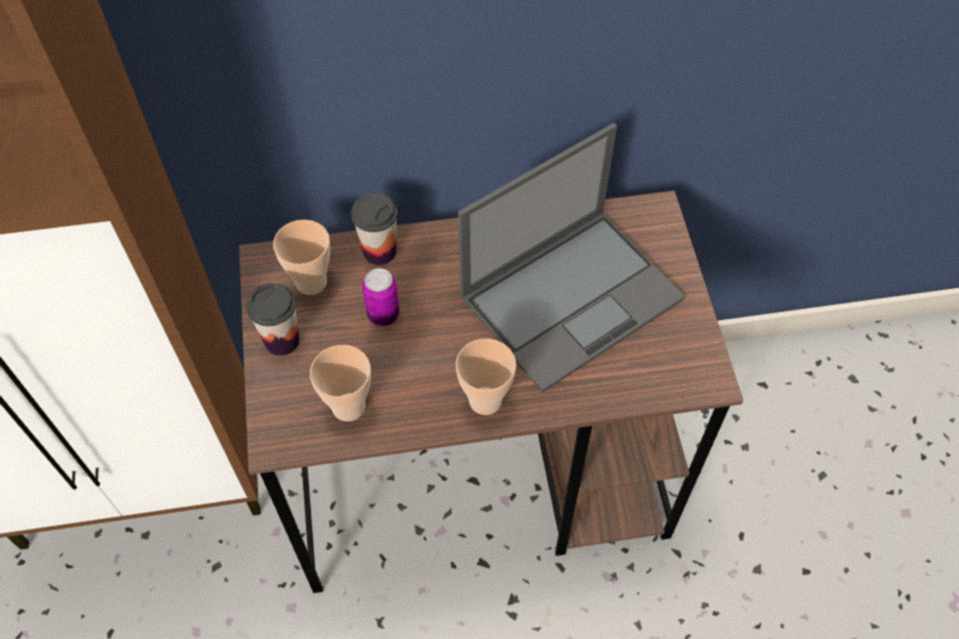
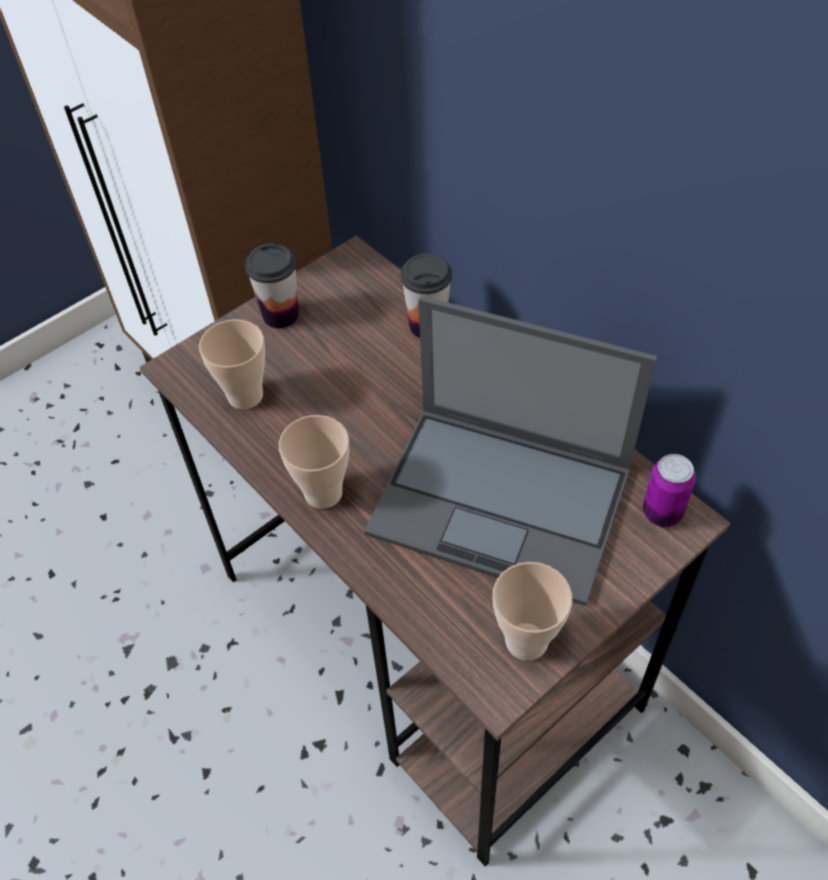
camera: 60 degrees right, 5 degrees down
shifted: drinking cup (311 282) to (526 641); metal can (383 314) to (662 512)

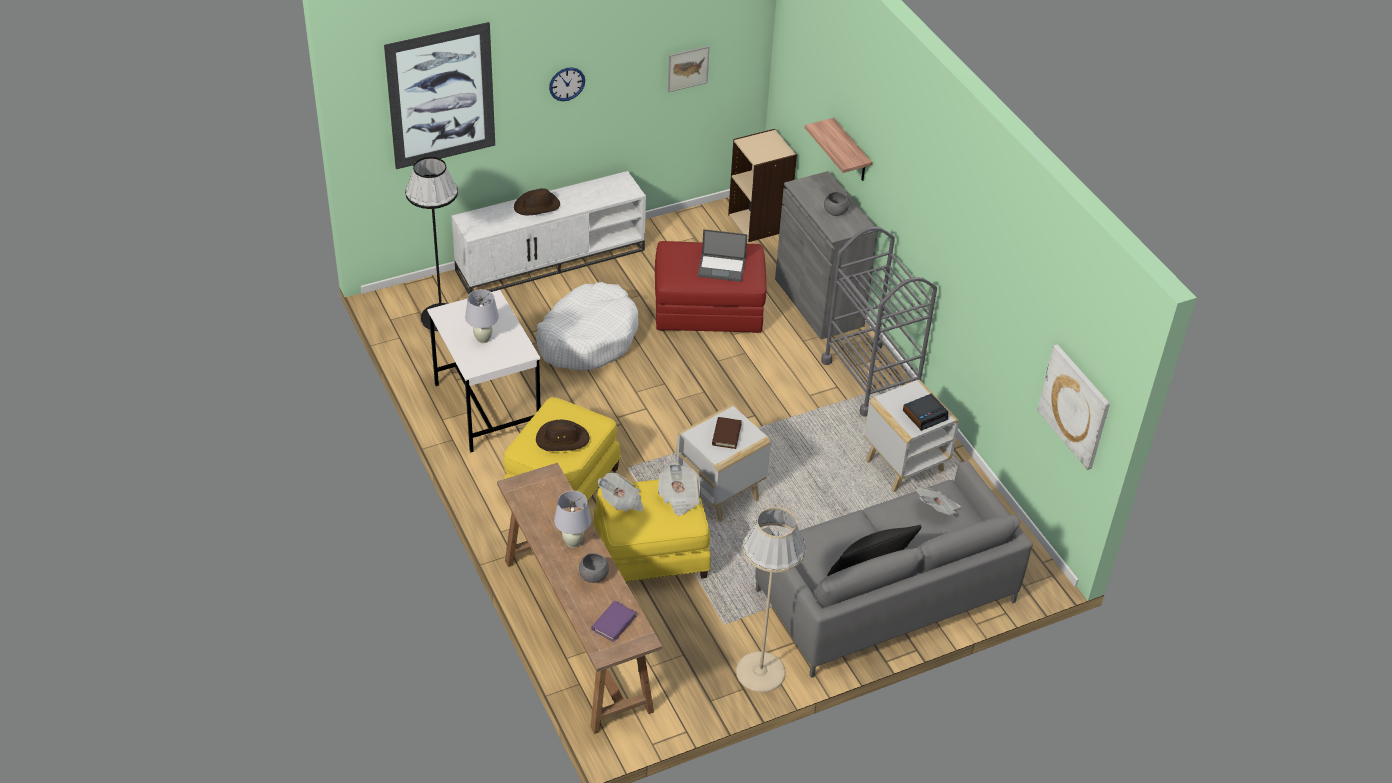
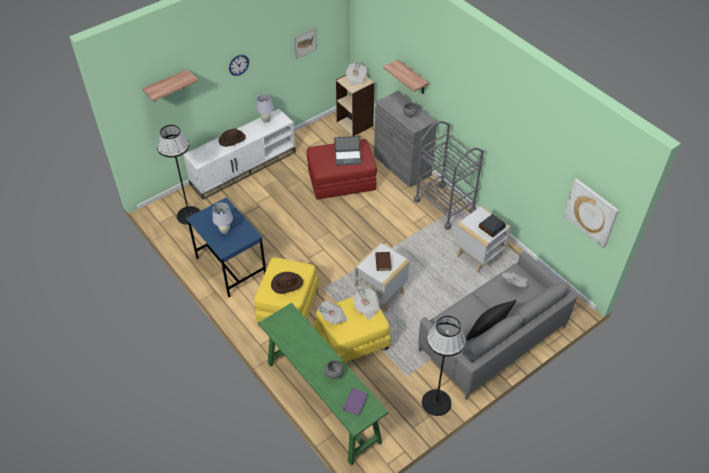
camera: 10 degrees left, 5 degrees up
gone: white-coloured dog bed (587 338)
new: newspaper (355 79)
shifted: white-coloured tabletop lamp (573 542) to (266 120)
swapped: wall art (441 96) to bracket shelf (166 86)
repainted: white-coloured desk (486 407) to blue-coloured desk (230 267); brown console table (576 633) to green console table (322 401); beige standard lamp (760 672) to black standard lamp (436 402)

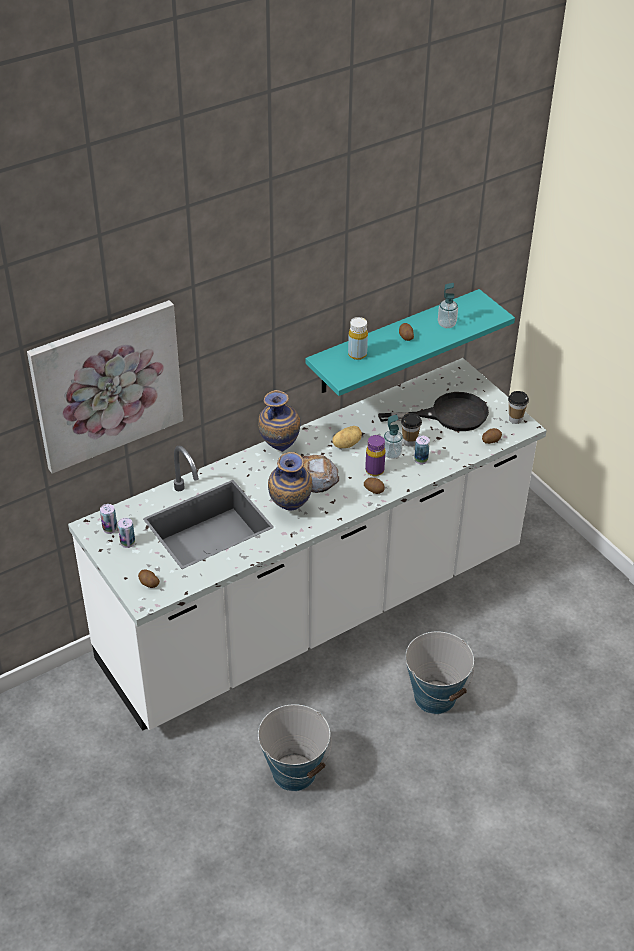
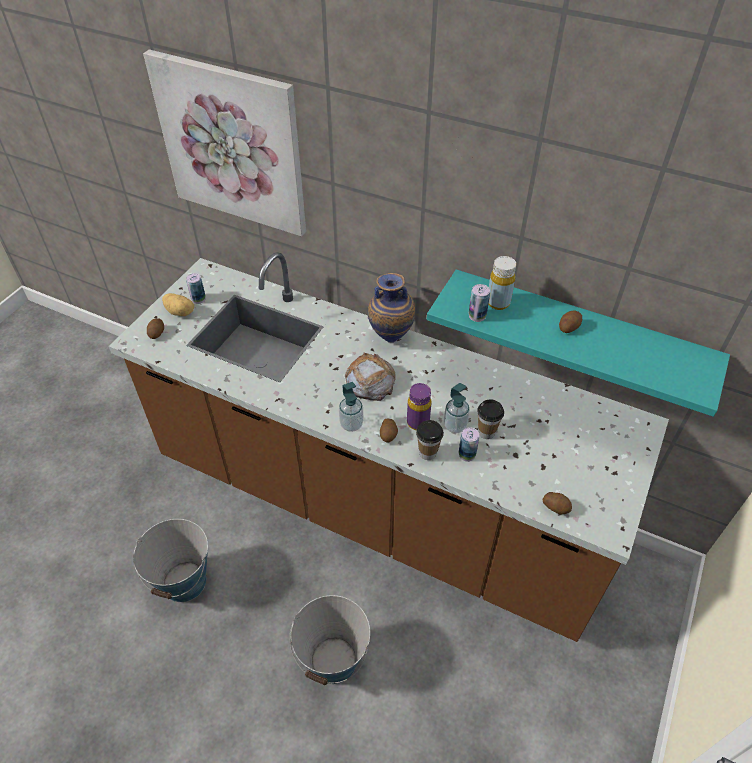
camera: 60 degrees right, 5 degrees up
gone: vase (289 510); black pan (448 415)
shifted: metal can (110 529) to (477 316); potato (346 444) to (180 312); soap dispenser (446 324) to (351 424); drinking cup (515 419) to (427 453)
repainted: white-coloured kitchen counter (315 608) to brown kitchen counter (376 504)

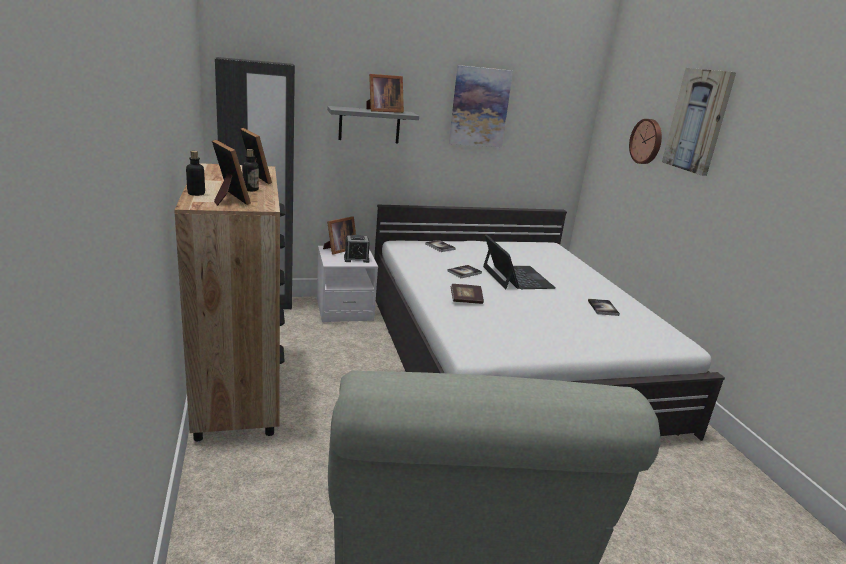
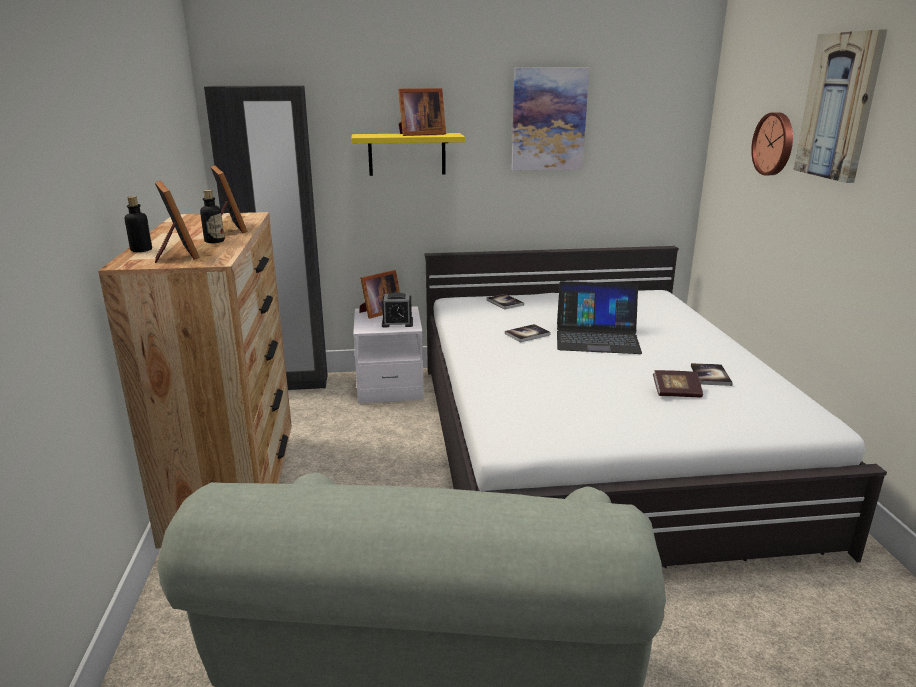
camera: 10 degrees right, 0 degrees up
shifted: book (466 300) to (676 393)
repainted: greyish bracket shelf (369 125) to yellow-coloured bracket shelf (407 154)
rotated: laptop (516 277) = (597 338) 105 degrees clockwise

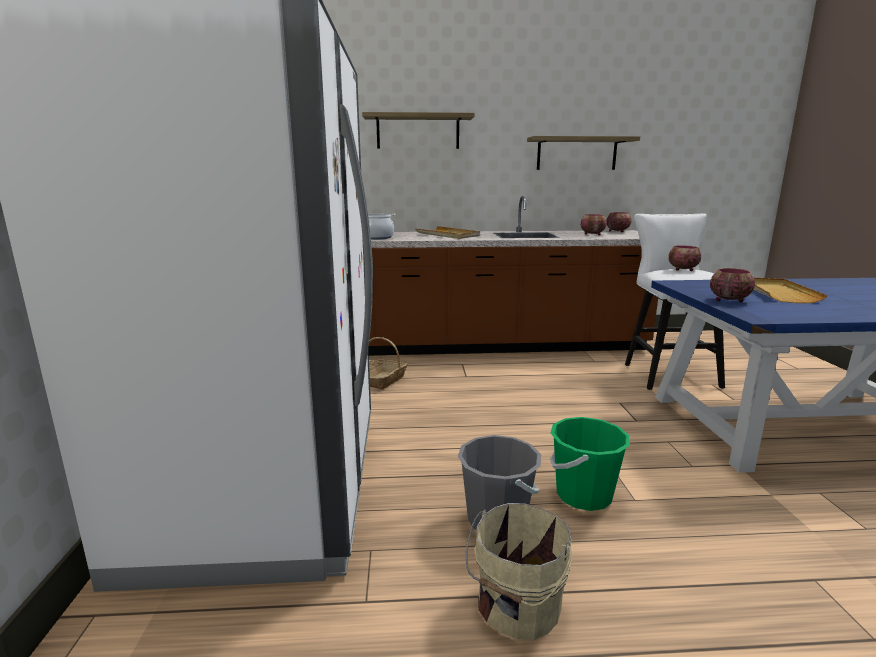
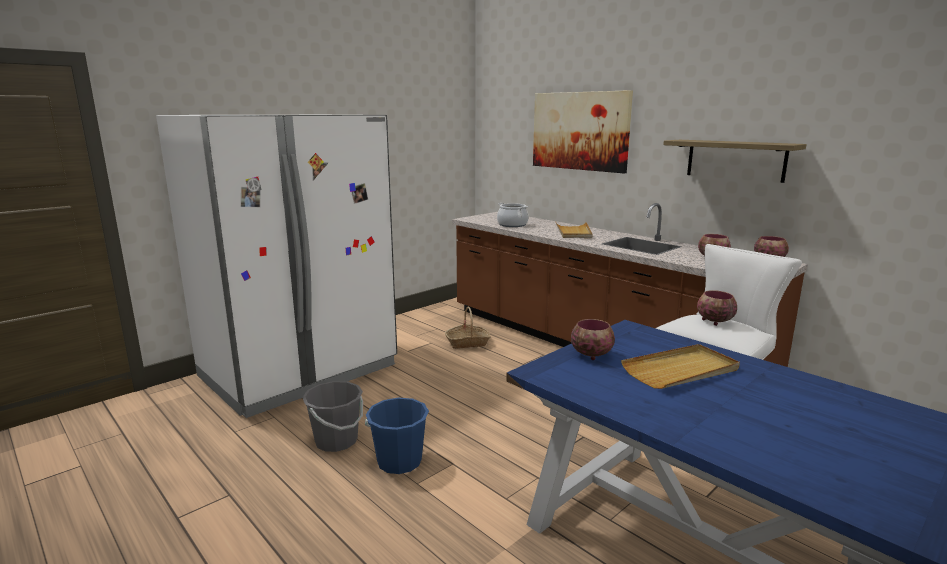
camera: 50 degrees right, 0 degrees up
gone: beige water bucket (516 607)
swapped: bracket shelf (418 132) to wall art (579 131)
repainted: green water bucket (583 495) to blue-coloured water bucket (399 461)

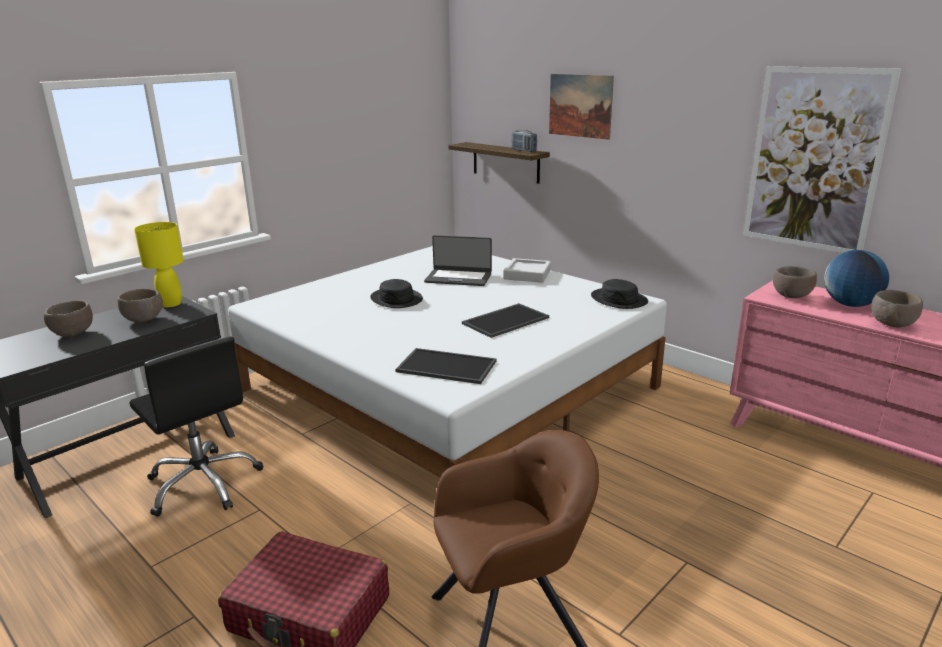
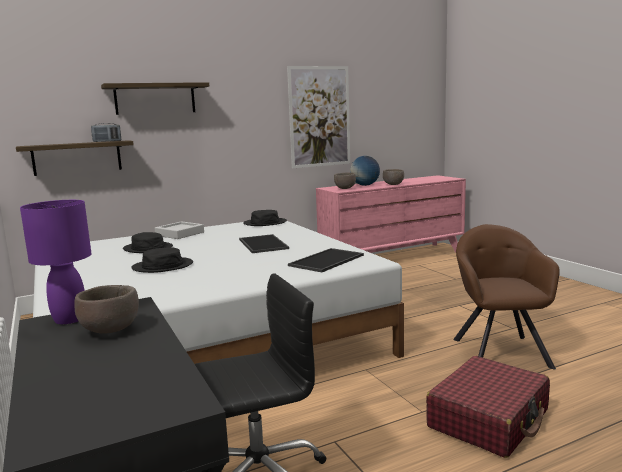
camera: 70 degrees left, 10 degrees down
gone: brown deep dish (73 333)
swapped: laptop (458 278) to black clothing hat (148 248); wall art (580 106) to bracket shelf (155 99)
repainted: yellow-coloured tabletop lamp (171 304) to purplish tabletop lamp (69 319)

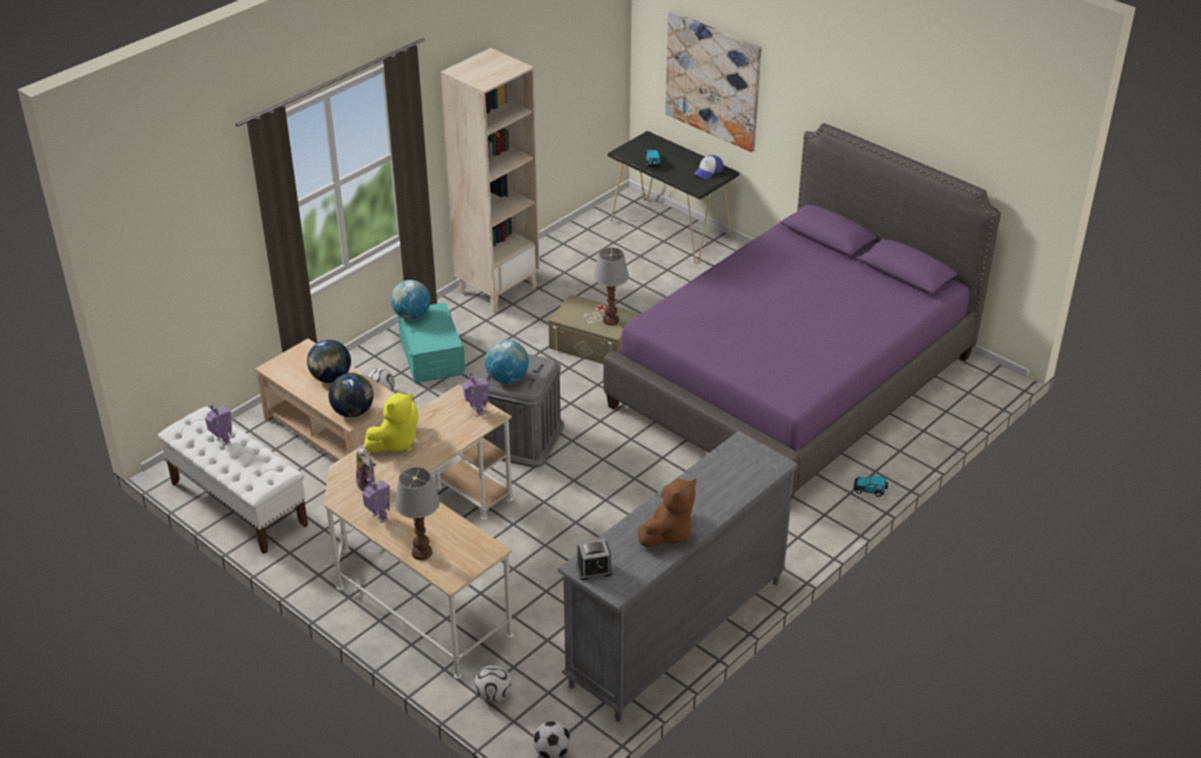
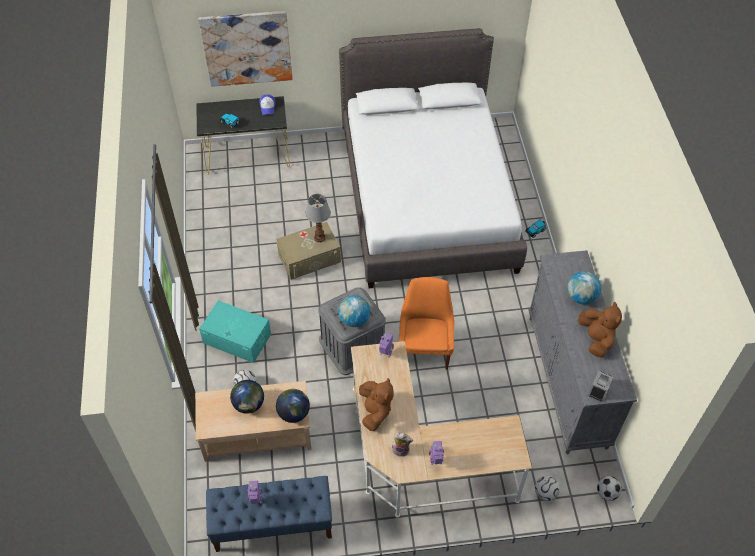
camera: 50 degrees left, 15 degrees up
gone: tabletop lamp (422 553); beige shelving unit (497 289)
new: orange-coloured plain chair (425 349)
shifted: globe (411 315) to (581 297)
repainted: white-coloured long seat (238 504) to blue-coloured long seat (272 525); yellow-coloured plush toy (395 442) to brown plush toy (375 411); purplish sleeping bed (793 381) to white-coloured sleeping bed (427 199)

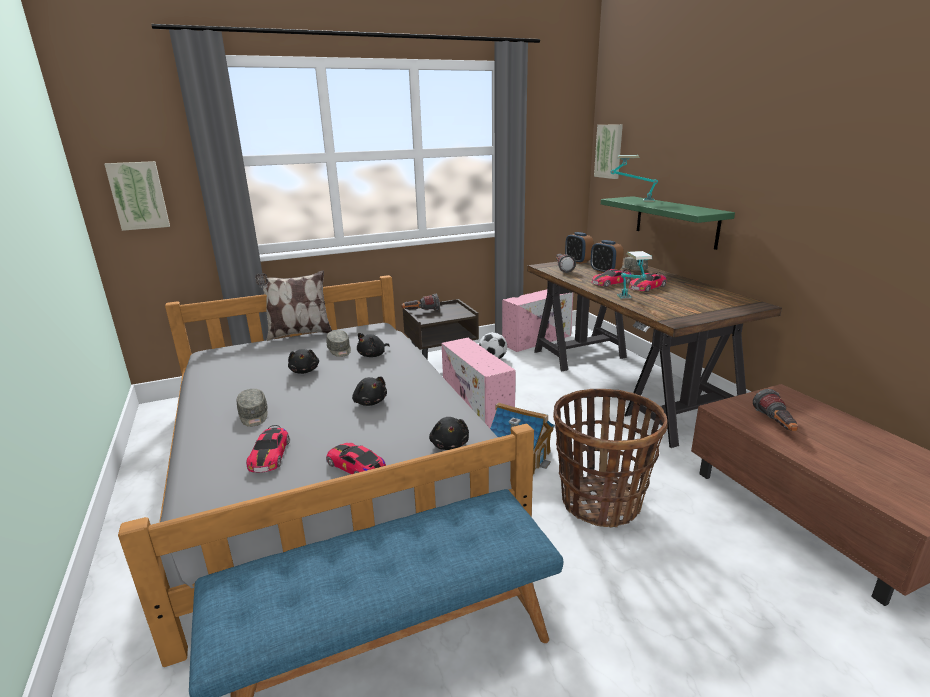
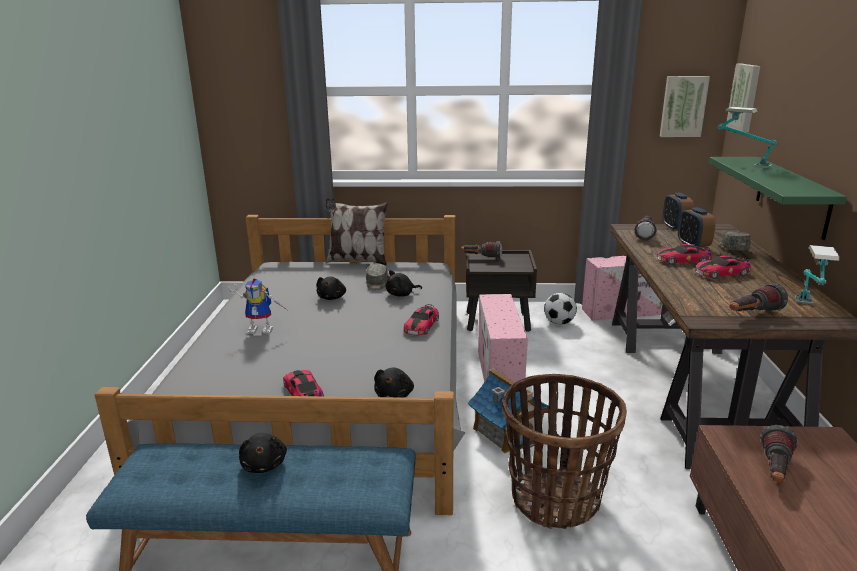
camera: 25 degrees right, 0 degrees up
new: flashlight (752 314)
shifted: wall art (138 195) to (683 106); toy car (270 455) to (422 325); black plush toy (370 402) to (264 464); tabletop lamp (631 303) to (807 310)
swapped: greyish cap (254 416) to toy robot (263 329)

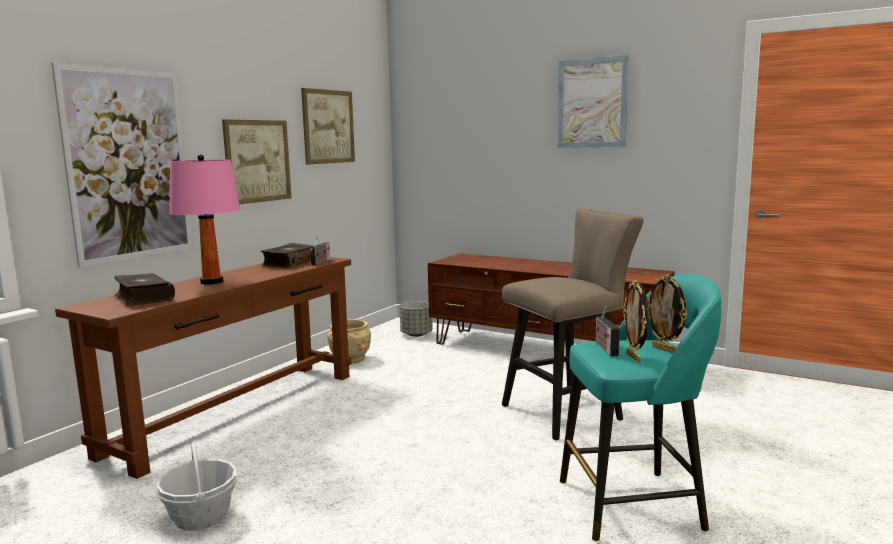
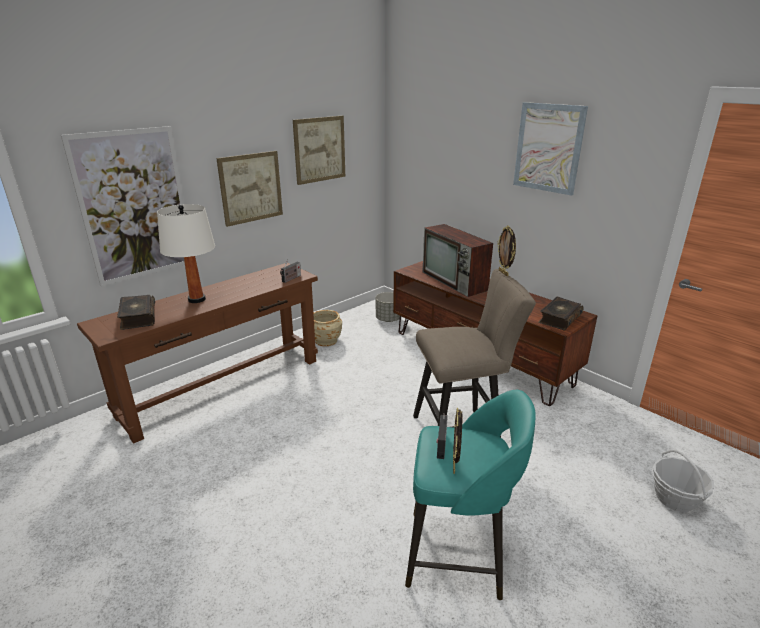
camera: 15 degrees right, 15 degrees up
new: TV set (455 281)
shifted: storage basket (201 516) to (675 498); book (290 263) to (559 319); photo frame (664 349) to (504 273)
repainted: pinkish tabletop lamp (212 282) to white-coloured tabletop lamp (197 299)

